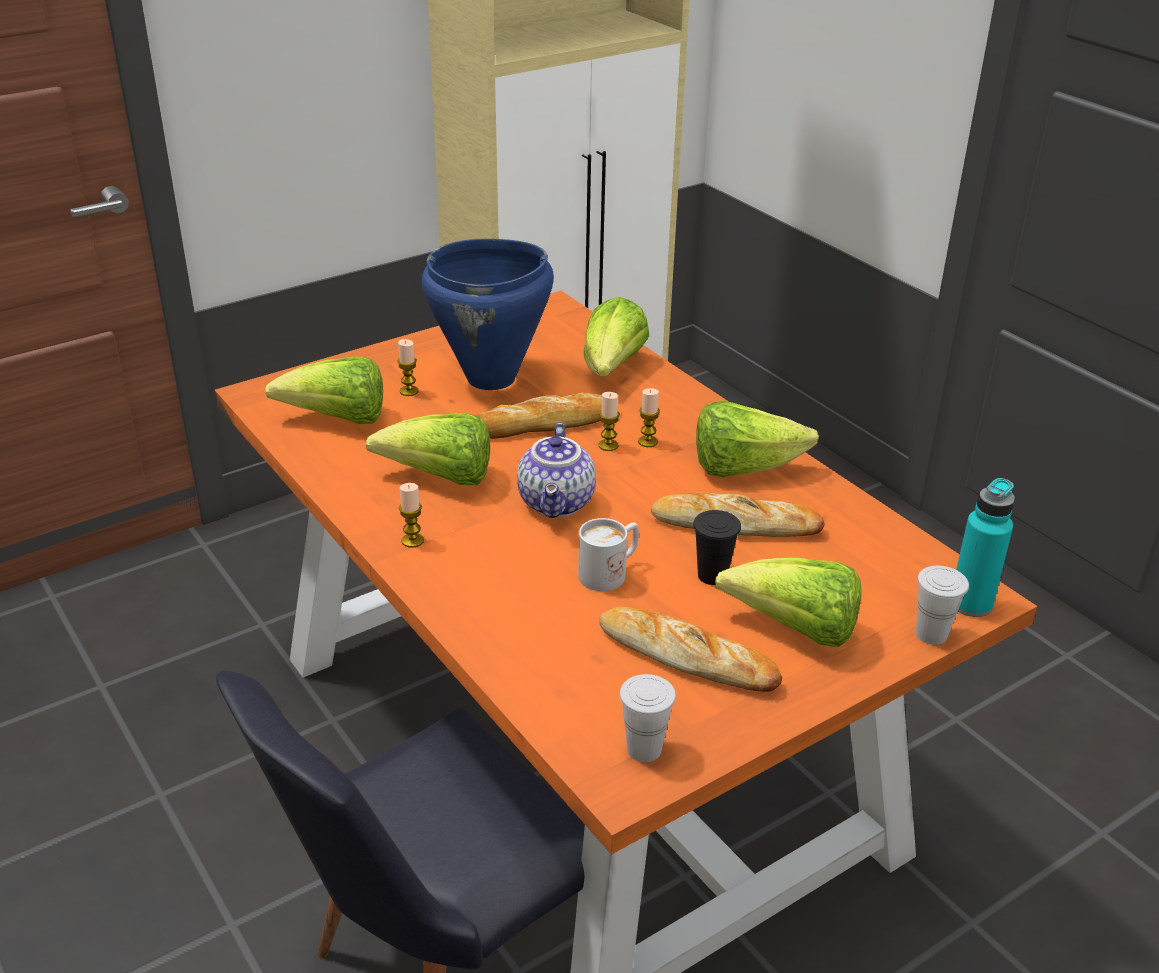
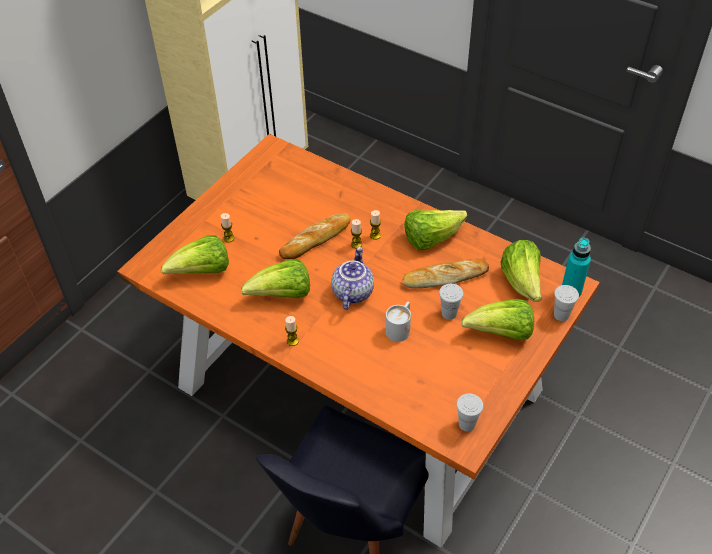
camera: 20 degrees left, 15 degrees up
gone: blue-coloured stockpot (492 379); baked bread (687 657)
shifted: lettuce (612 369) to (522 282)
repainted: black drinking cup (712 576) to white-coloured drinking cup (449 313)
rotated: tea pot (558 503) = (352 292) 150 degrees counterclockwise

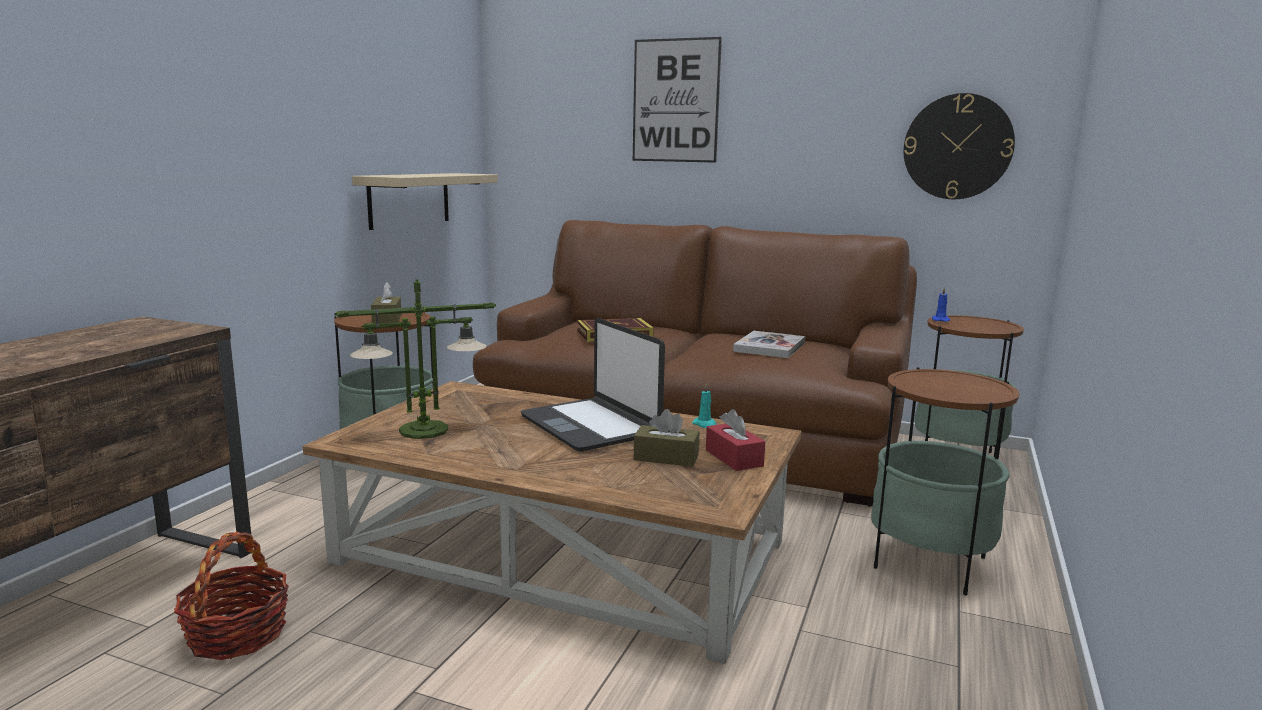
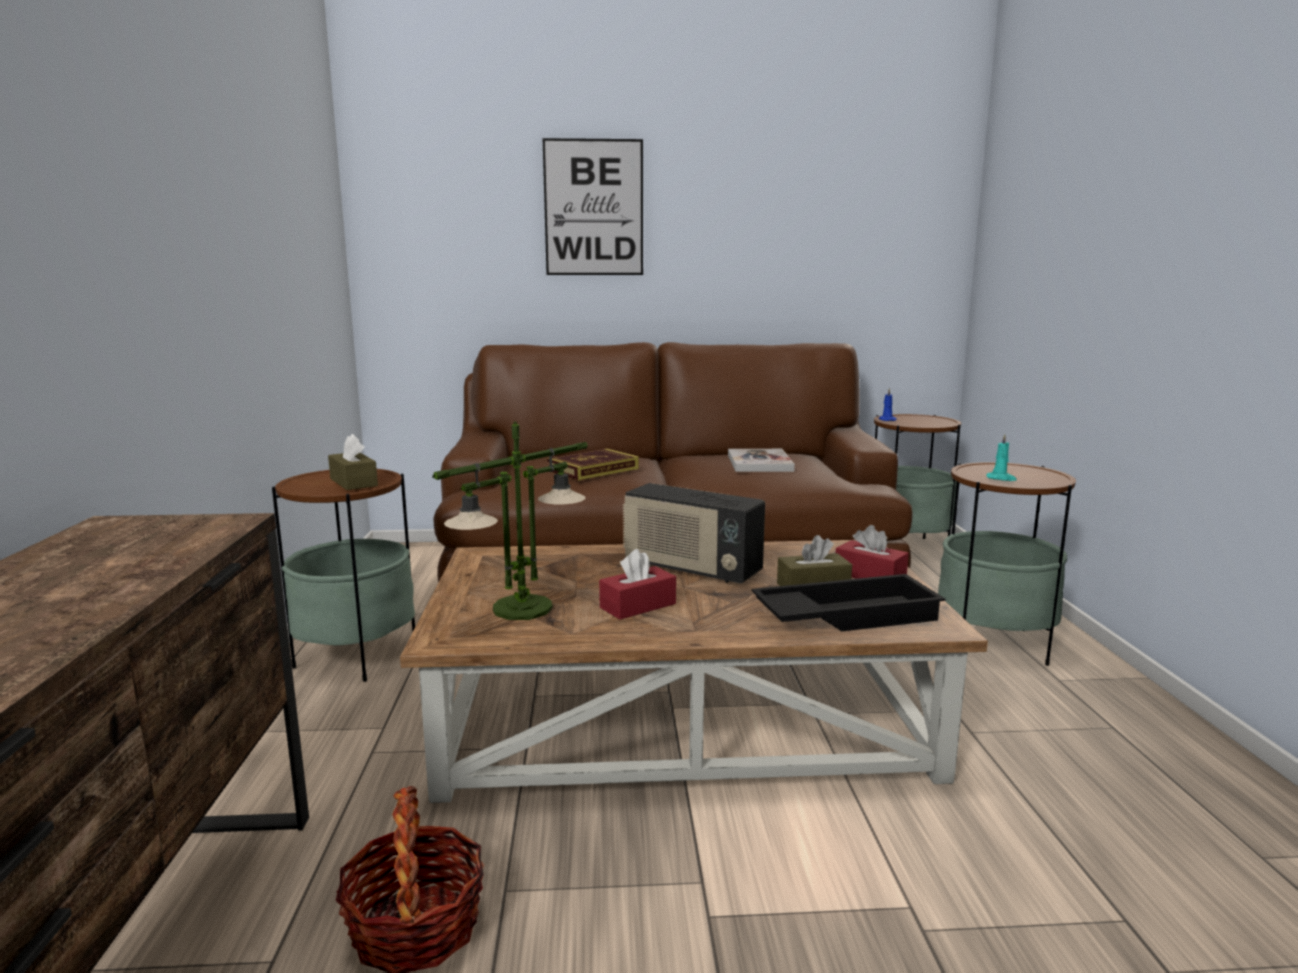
camera: 25 degrees left, 0 degrees up
gone: beige bracket shelf (409 199); hanging clock (957 147)
new: red-coloured tissue holder (638 606); black tray (846 615)
shifted: turquoise-coloured wax candle (705 425) to (1001 478)
swapped: laptop (591 426) to radio (691 569)

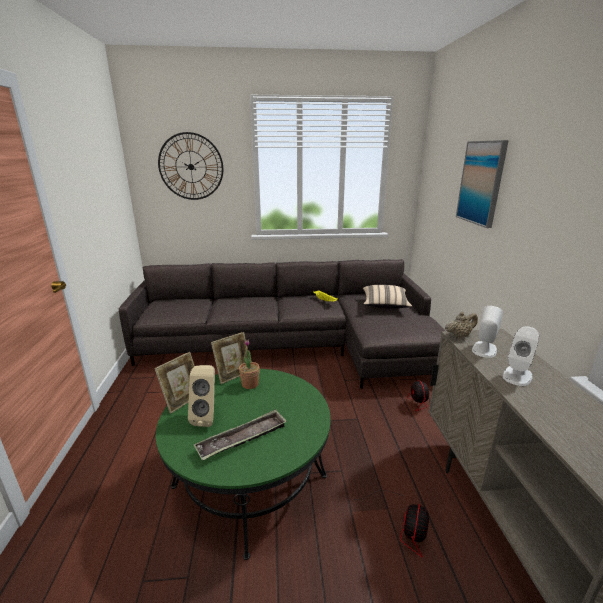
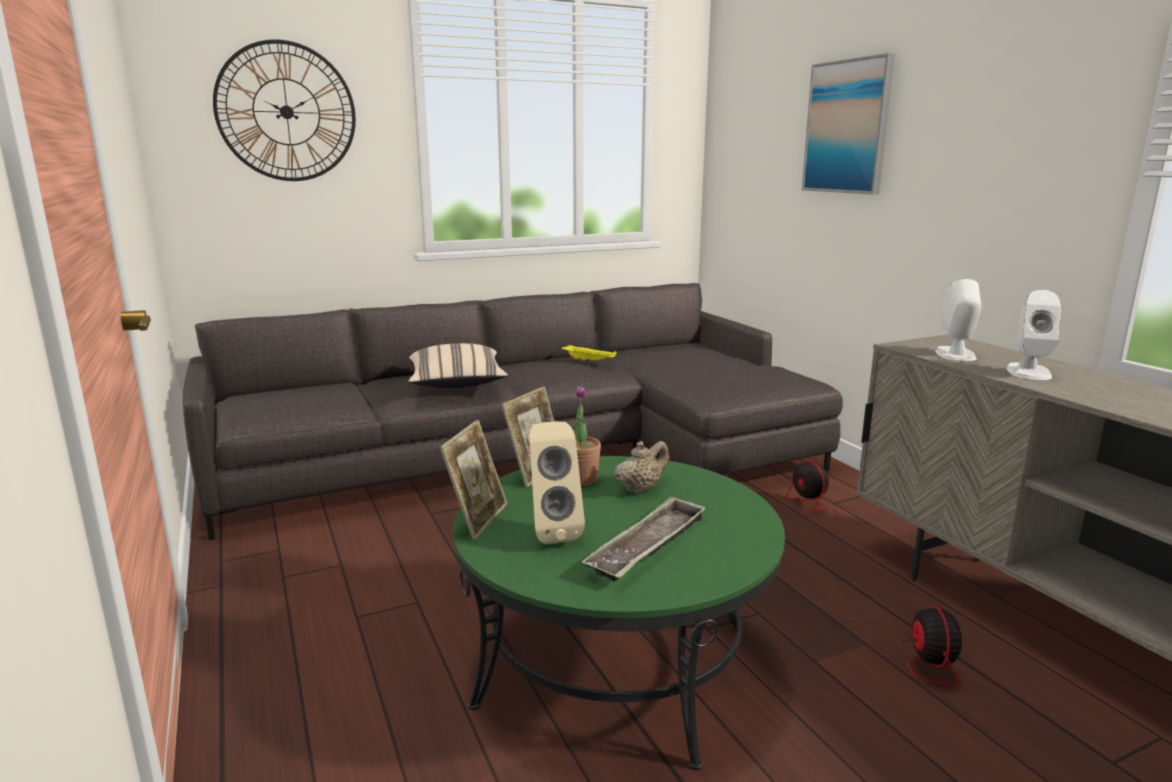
camera: 20 degrees left, 5 degrees down
shifted: beige throw pillow (384 305) to (456 385); beige tea pot (458 336) to (641 488)

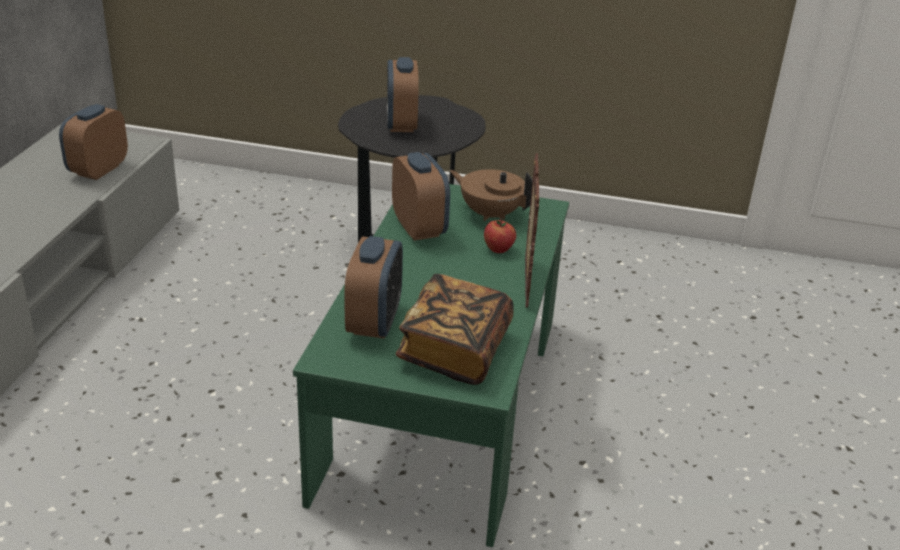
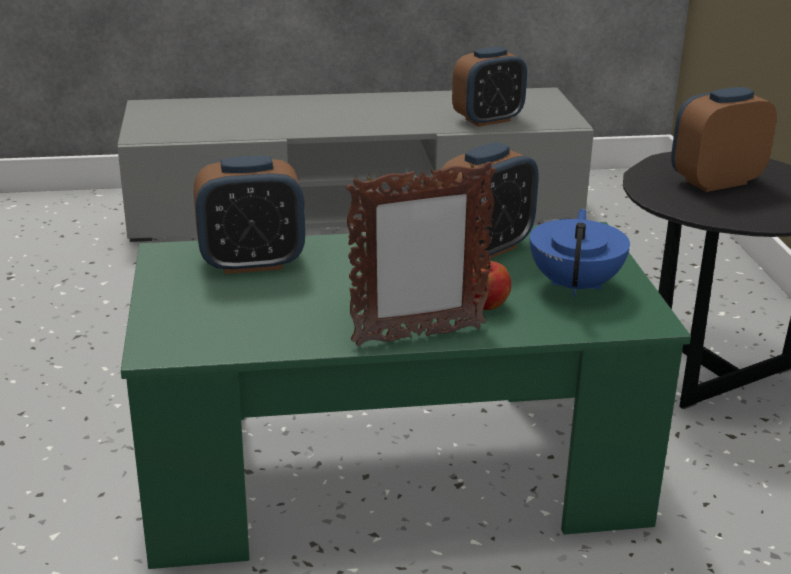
camera: 70 degrees right, 5 degrees down
gone: book (454 350)
repainted: brown tea pot (490 214) to blue-coloured tea pot (576 285)
rotated: alarm clock (98 170) = (488 120) 150 degrees clockwise

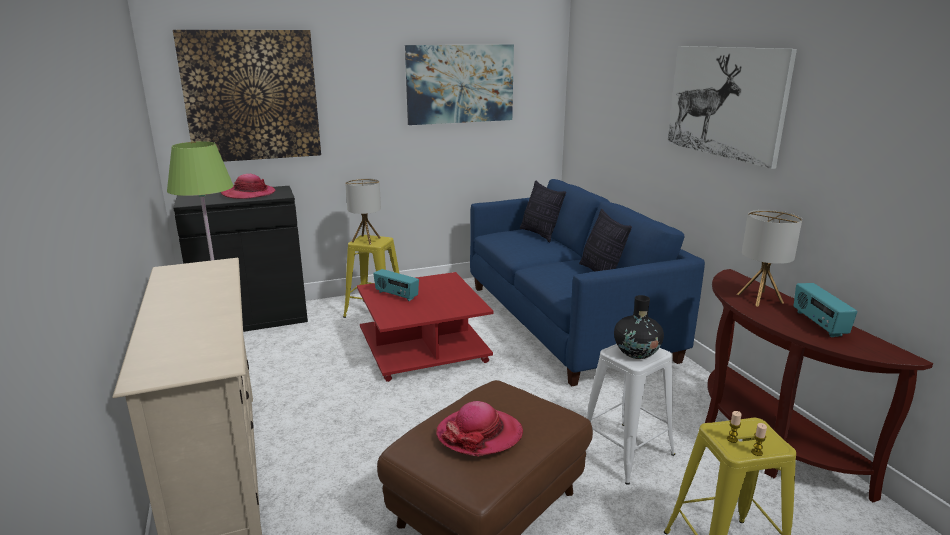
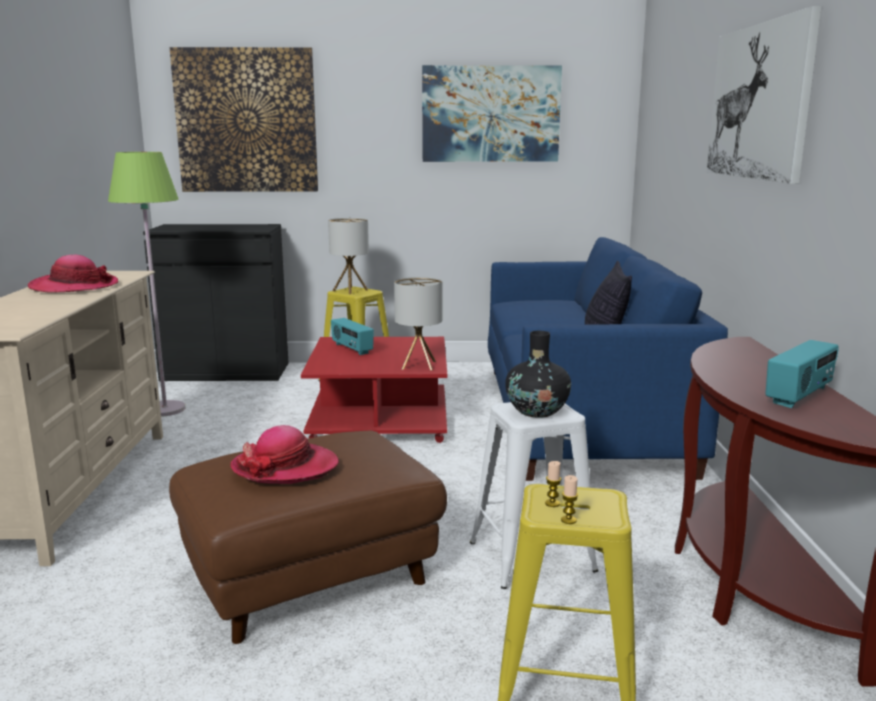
camera: 20 degrees right, 5 degrees down
gone: throw pillow (540 234)
shifted: clothing hat (248 194) to (74 287); tabletop lamp (760 298) to (418 365)
rotated: radio (818 324) = (799 396) 150 degrees counterclockwise

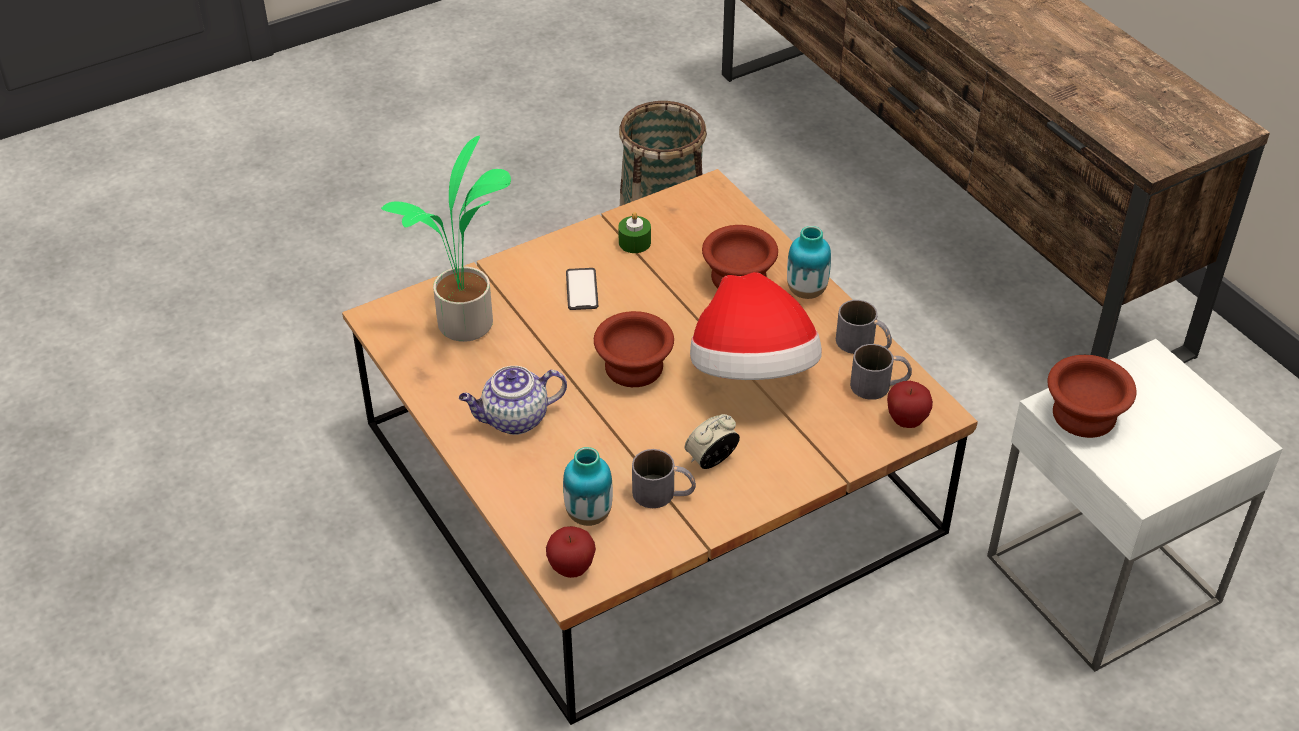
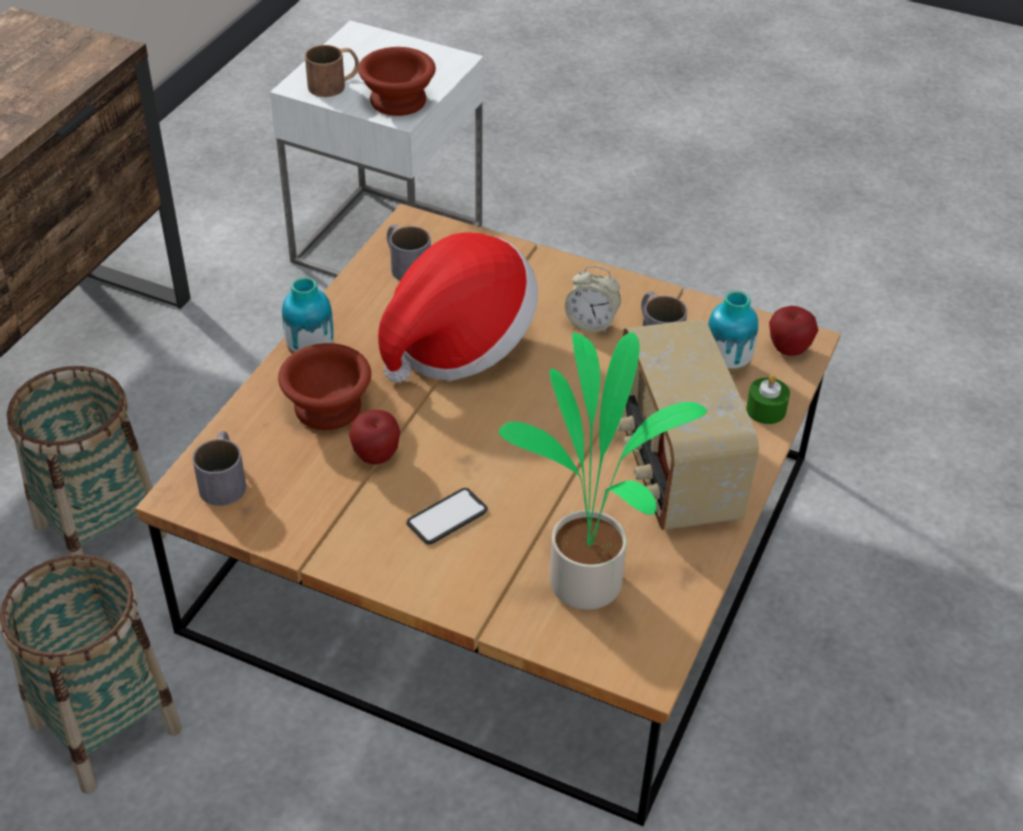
camera: 125 degrees left, 0 degrees up
gone: brown deep dish (633 369)
new: storage basket (101 530); brown mug (335 84)
shifted: green wax candle (634 242) to (766 410); greyish mug (863 344) to (224 479); whole apple (906 421) to (376 456)
swapped: tea pot (514 419) to radio (674 470)

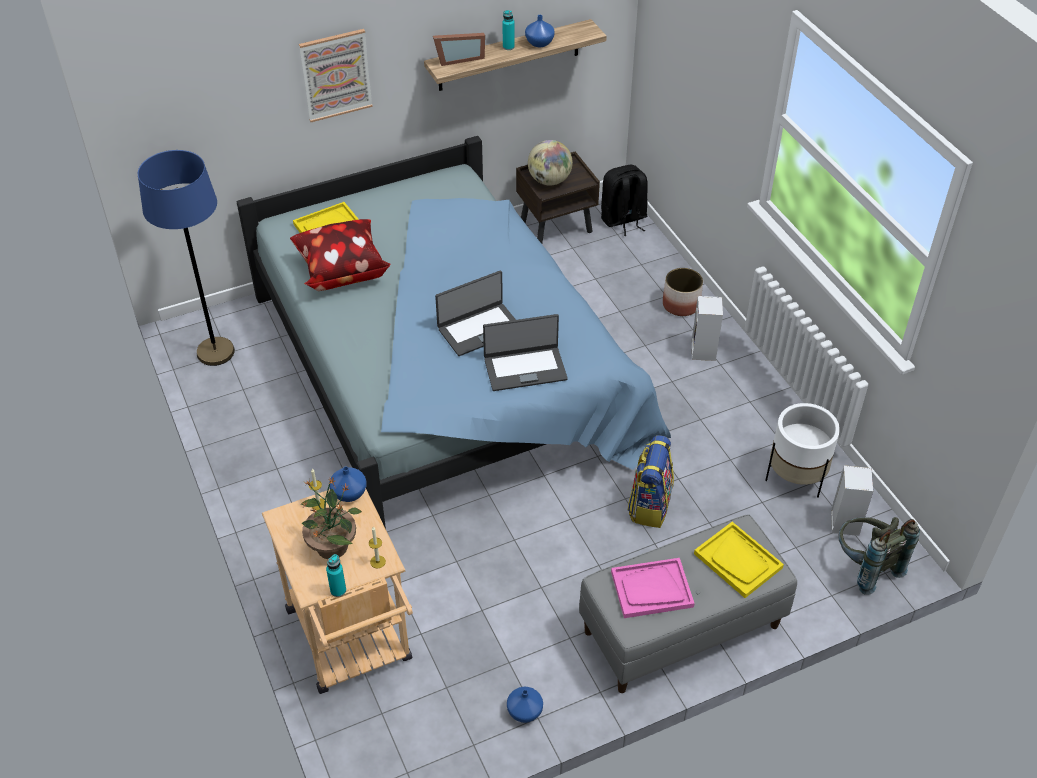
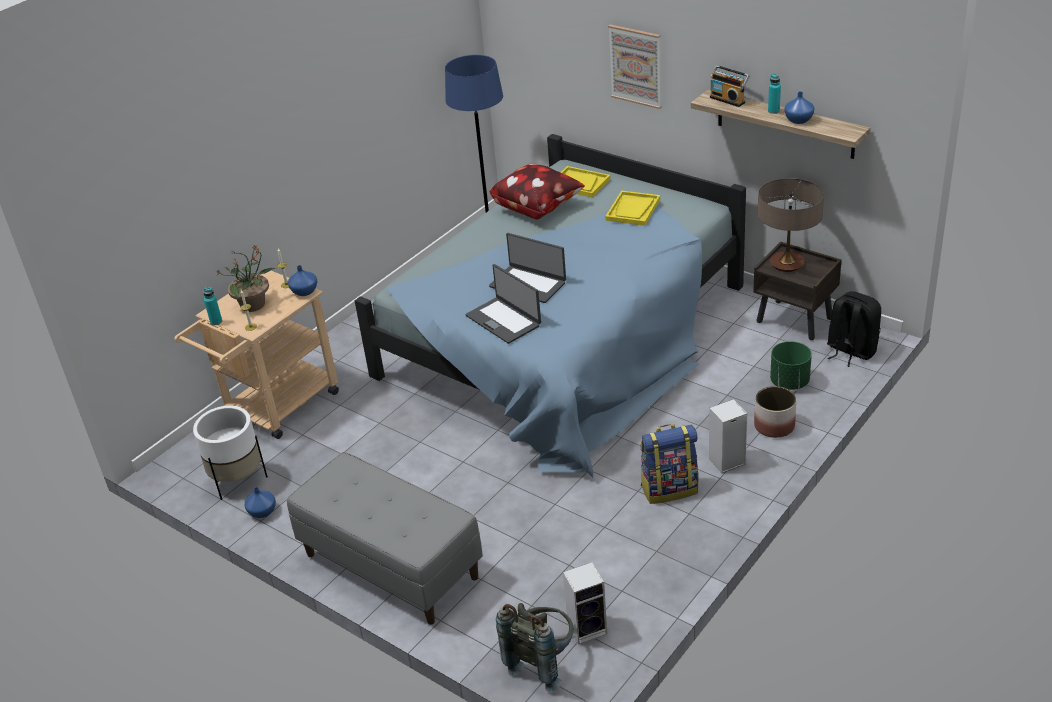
camera: 65 degrees right, 10 degrees down
gone: pinkish tray (651 589)
new: green plant pot (789 382)
shifted: knapsack (649 505) to (669 488); yellow-coloured tray (738 561) to (633 210); white-coloured plant pot (795 477) to (238 480)
swapped: photo frame (458 58) to radio (728 99); globe (549 180) to tabletop lamp (787 264)

